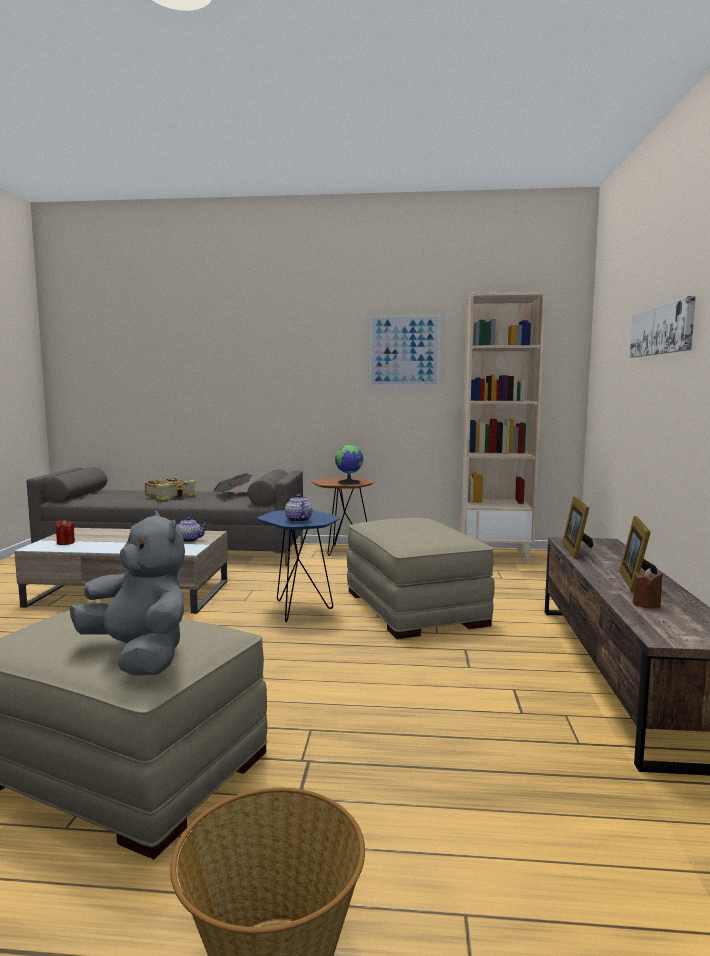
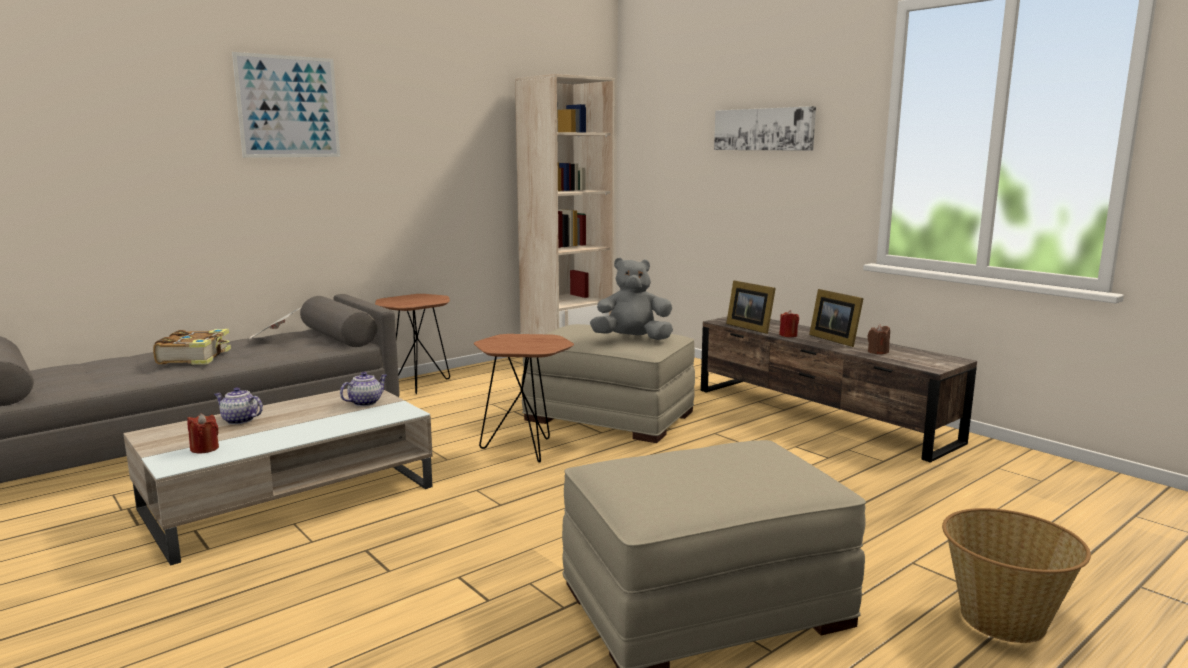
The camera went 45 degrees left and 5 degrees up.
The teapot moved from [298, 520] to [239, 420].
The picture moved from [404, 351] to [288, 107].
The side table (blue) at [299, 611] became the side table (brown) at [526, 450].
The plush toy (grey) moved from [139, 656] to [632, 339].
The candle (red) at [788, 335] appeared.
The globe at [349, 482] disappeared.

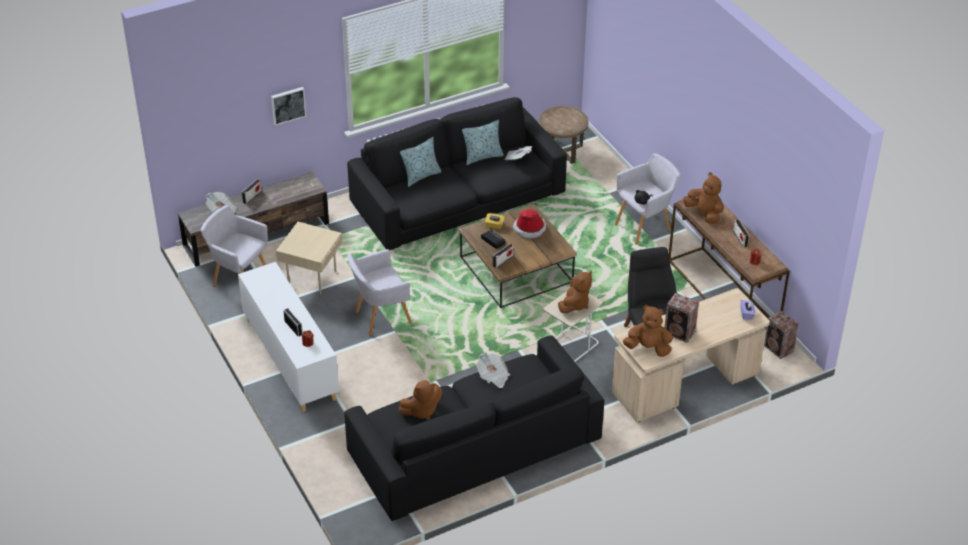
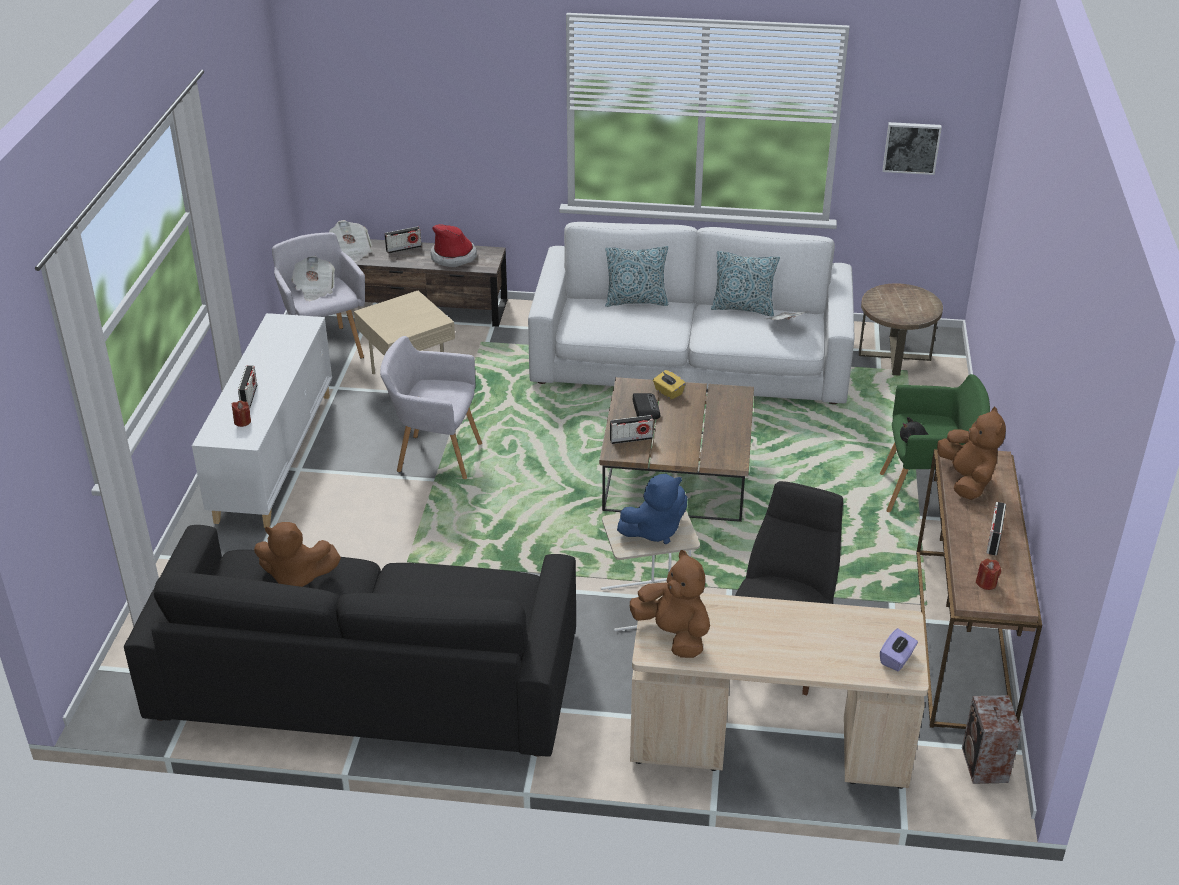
The camera went 35 degrees right and 5 degrees down.
The newspaper moved from [493, 377] to [314, 289].
The hat moved from [529, 229] to [453, 256].
The sofa (black) at [458, 199] became the sofa (white) at [690, 360].
The plush toy (brown) at [575, 304] became the plush toy (blue) at [654, 531].
The armchair (grey) at [645, 226] became the armchair (green) at [925, 494].
The picture moved from [288, 105] to [911, 147].
The speaker at [680, 333] disappeared.

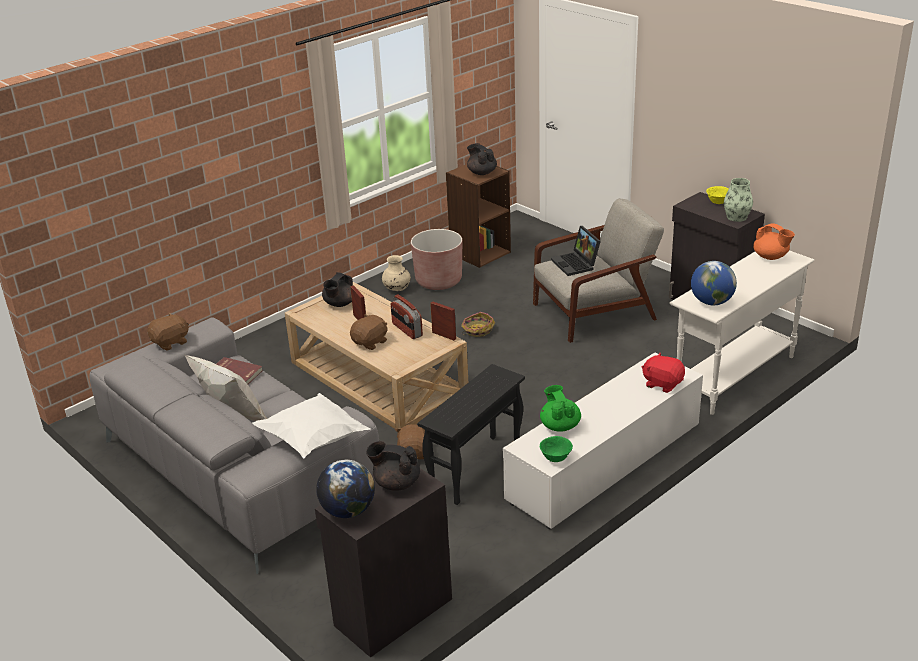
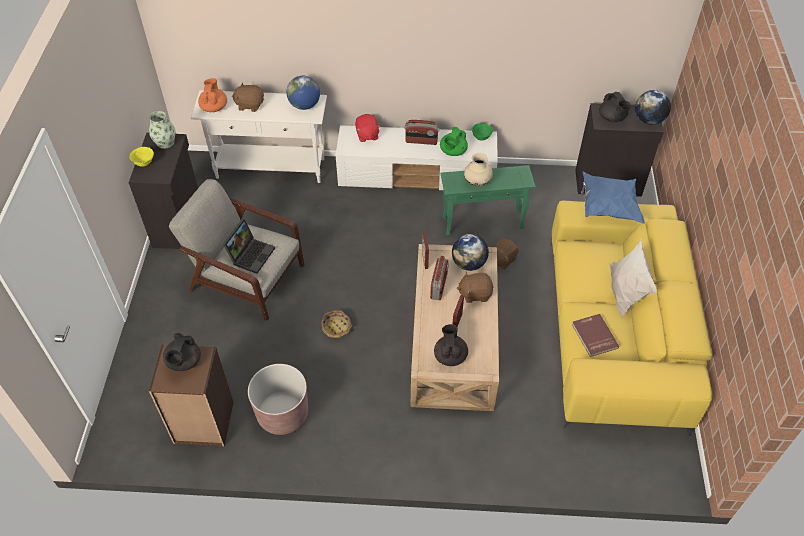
The camera went 135 degrees left and 20 degrees up.
The plush toy (brown) moved from [171, 342] to [250, 105].
The radio at [421, 141] appeared.
The teapot (black) at [339, 304] turned 75 degrees counterclockwise.
The side table (black) at [475, 469] became the side table (green) at [482, 223].
The globe at [469, 263] appeared.
The vase (beige) moved from [397, 289] to [477, 182].
The sofa (grey) at [238, 468] became the sofa (yellow) at [614, 333].
The pillow (white) at [314, 441] became the pillow (blue) at [608, 207].

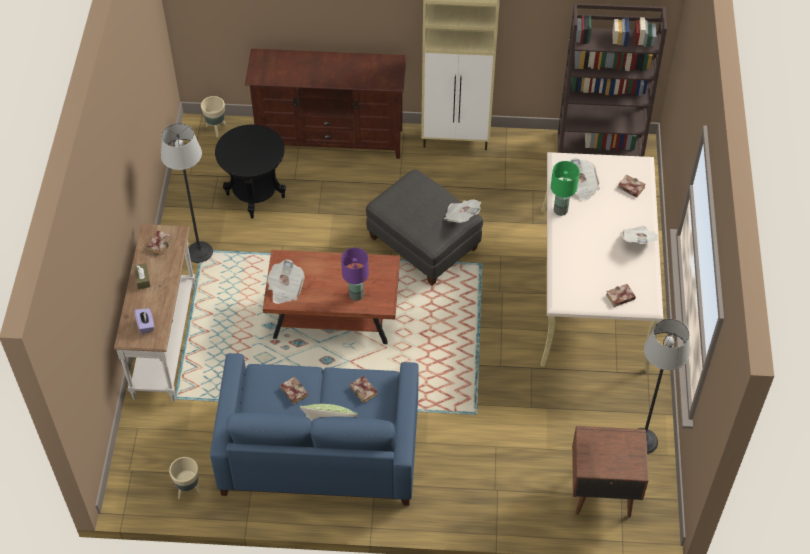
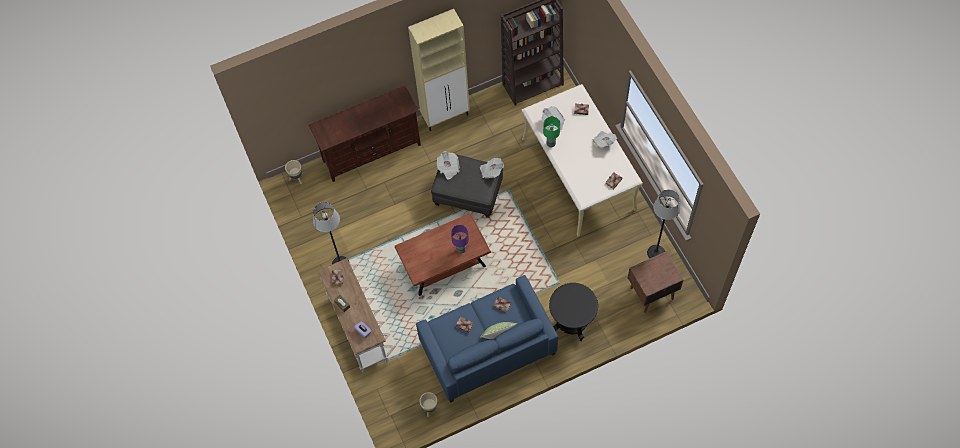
The camera went 25 degrees left and 10 degrees up.
The newspaper moved from [285, 289] to [448, 168].
The side table (black) moved from [255, 196] to [571, 323].

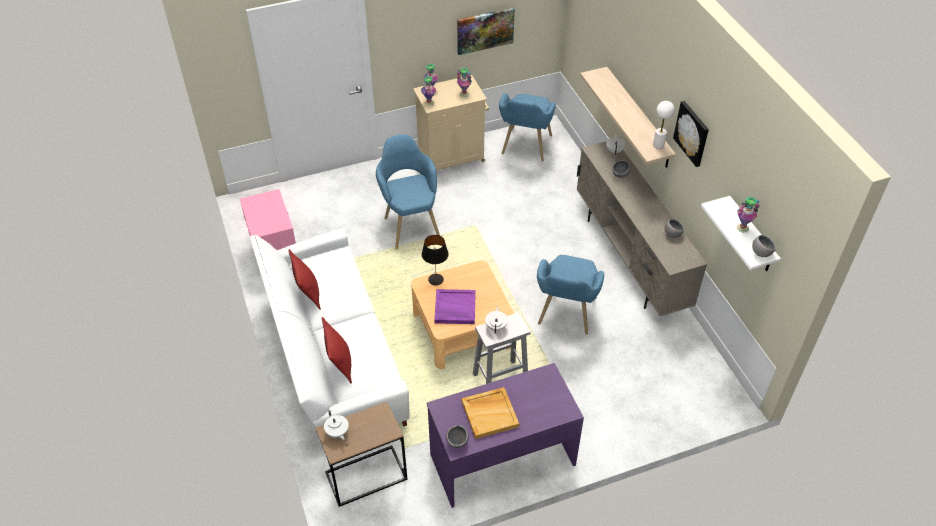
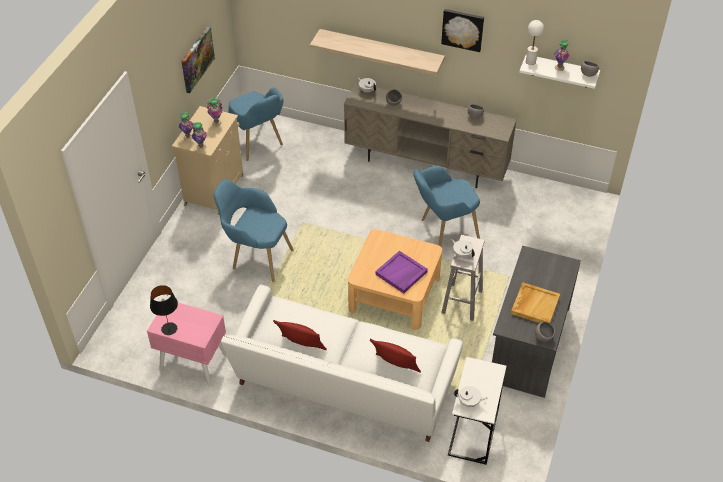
The camera went 50 degrees left and 0 degrees up.
The table lamp (black) moved from [435, 279] to [169, 329].
The armchair (blue) at [565, 318] turned 105 degrees clockwise.
The side table (brown) at [366, 476] became the side table (white) at [473, 431].
The desk (purple) at [502, 458] became the desk (grey) at [528, 344].
The table lamp (white) moved from [658, 145] to [530, 61].

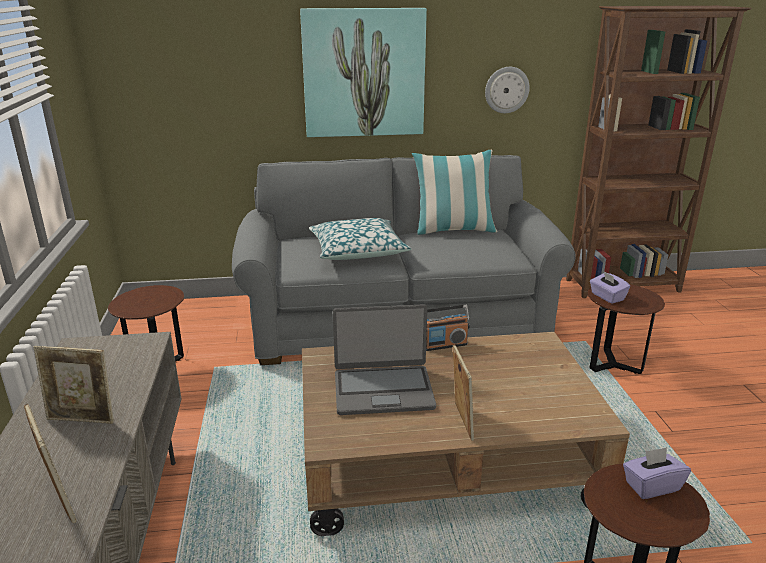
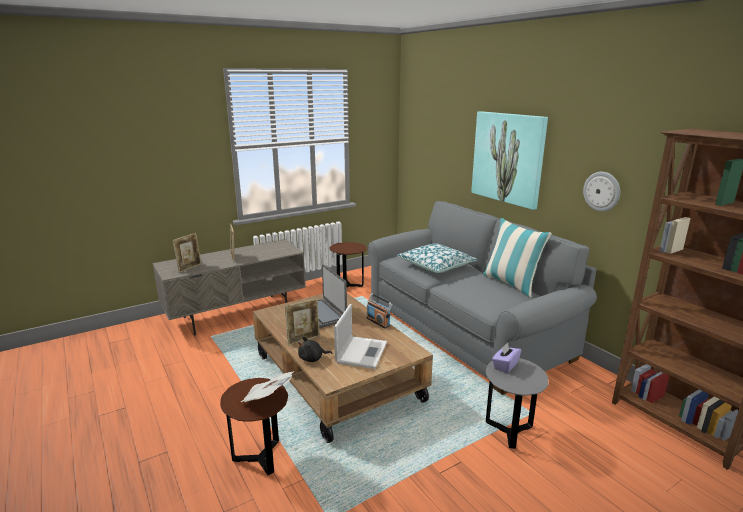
The camera went 65 degrees right and 5 degrees down.
The tissue box (purple) at [651, 486] was replaced by the newspaper at [268, 398].
The plush toy (black) at [312, 359] appeared.
The laptop at [361, 352] appeared.
The side table (brown) at [613, 365] became the side table (grey) at [509, 432].

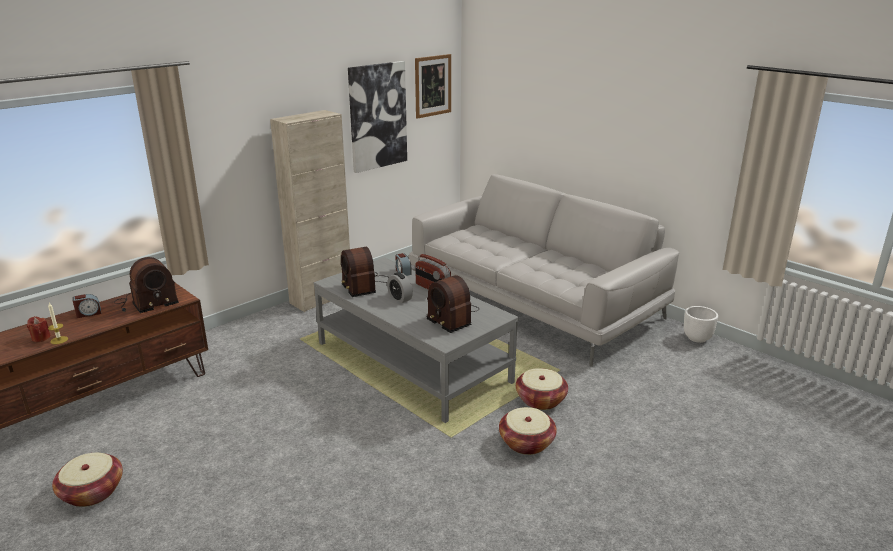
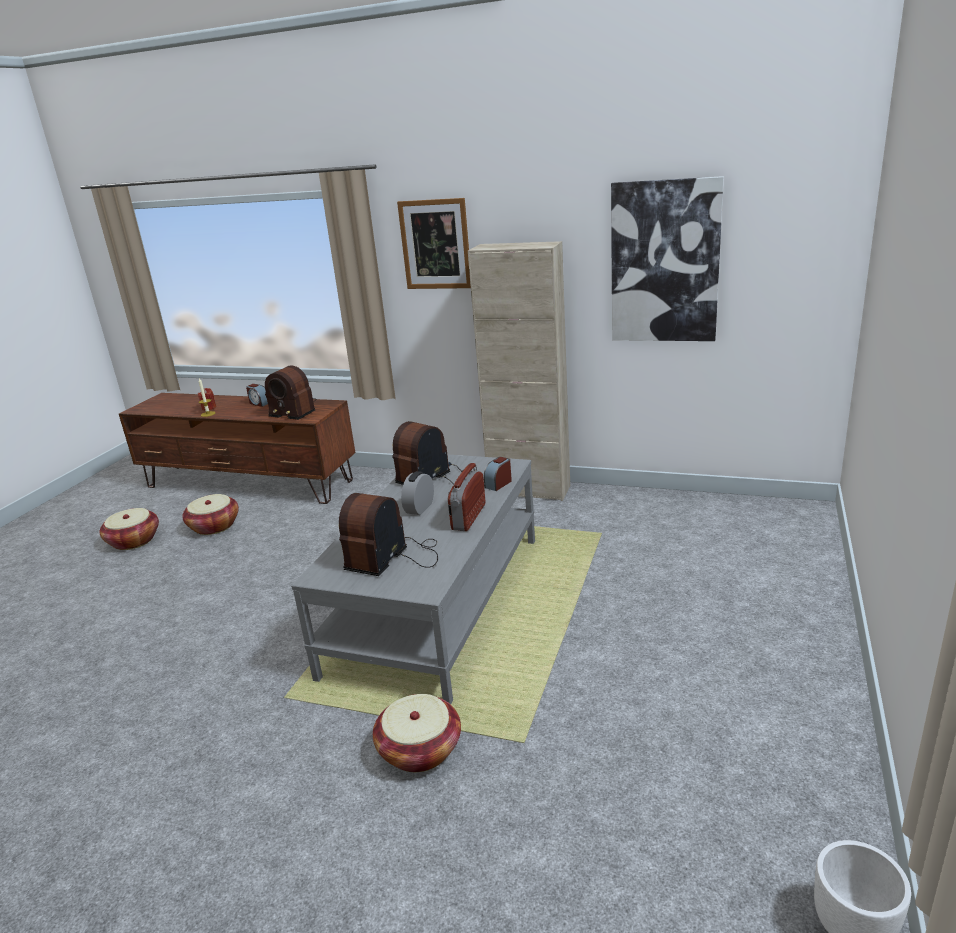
The camera went 65 degrees right and 0 degrees up.
The basket moved from [526, 442] to [214, 526].
The picture moved from [432, 86] to [435, 244].
The sofa (grey) at [533, 301] disappeared.

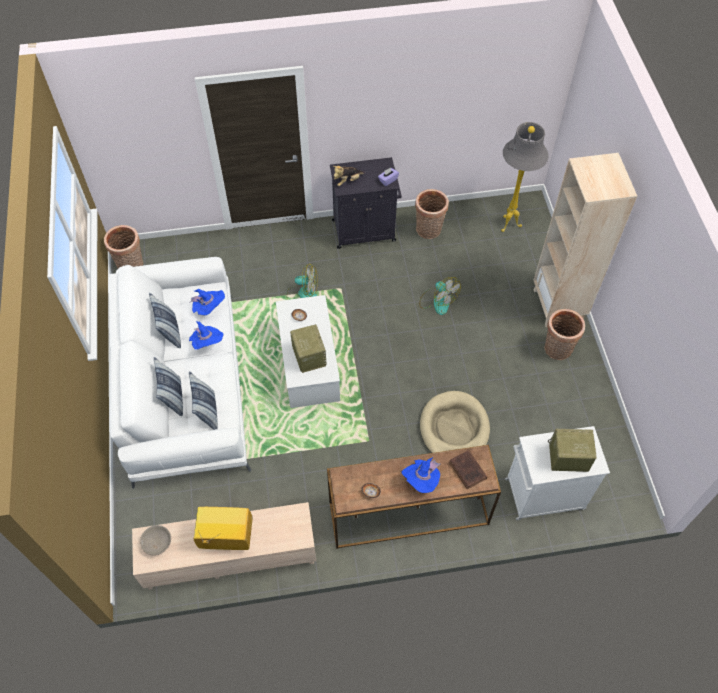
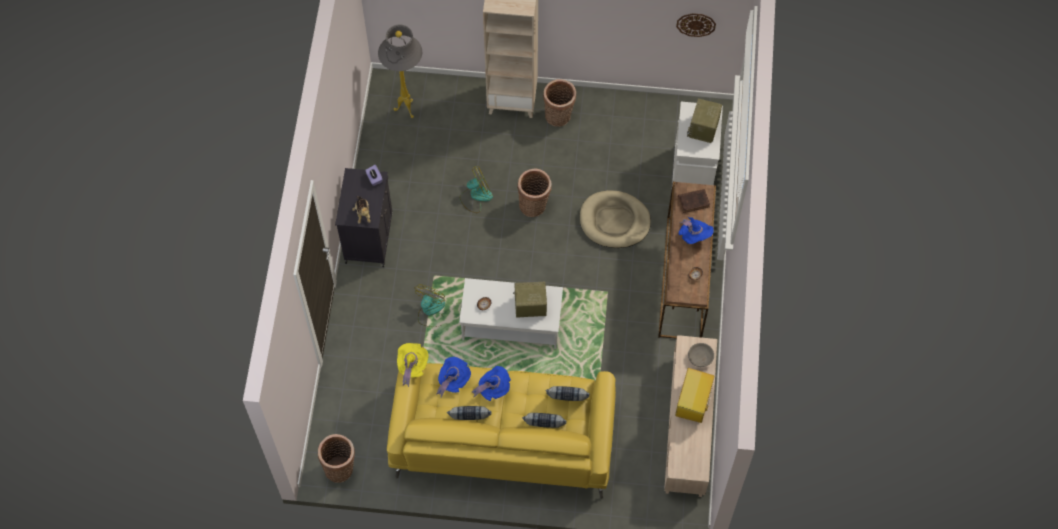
The camera went 75 degrees left and 5 degrees up.
The sofa (white) at [185, 383] became the sofa (yellow) at [502, 436].
The hat (yellow) at [412, 366] appeared.
The basket moved from [429, 231] to [534, 206].
The wall clock at [696, 24] appeared.
The bowl (grey) moved from [157, 543] to [700, 357].

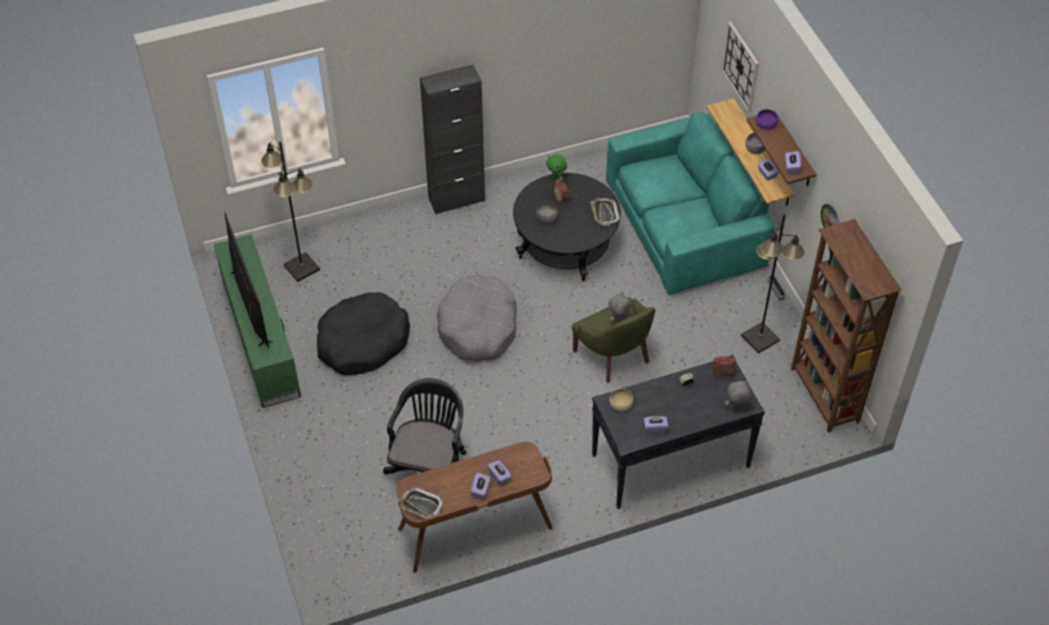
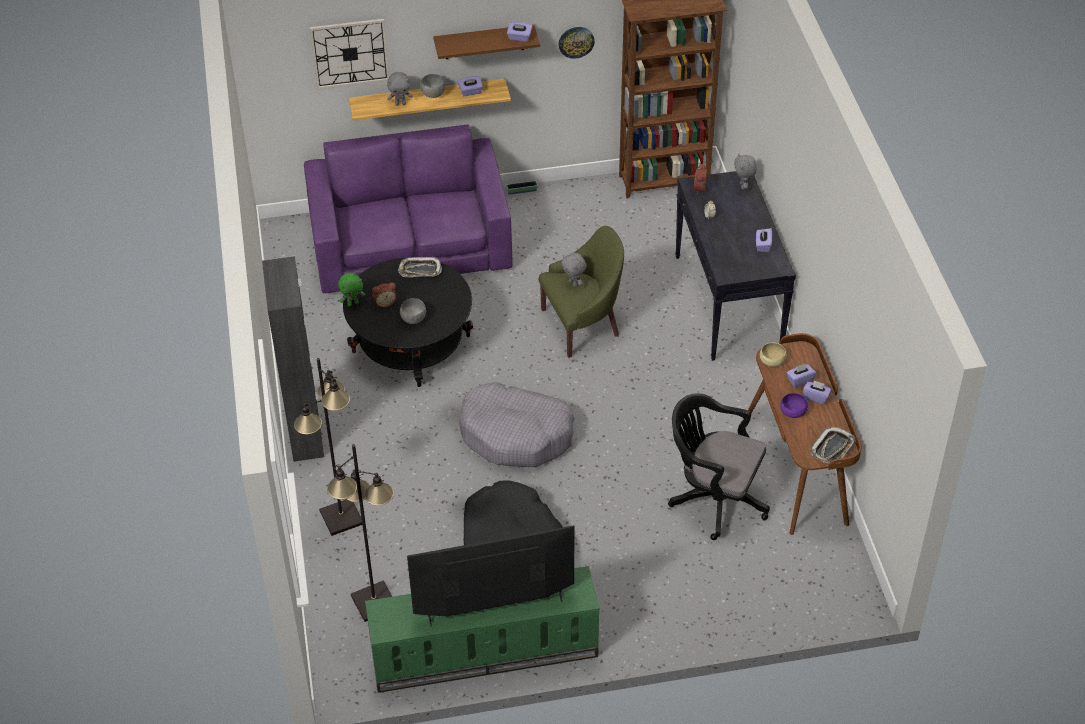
The camera went 80 degrees left and 5 degrees down.
The floor lamp (black) moved from [759, 338] to [341, 518].
The sofa (turquoise) at [685, 225] became the sofa (purple) at [410, 242].
The plush toy (grey) at [400, 103] appeared.
The bowl (beige) moved from [620, 404] to [772, 360].
The bowl (purple) moved from [766, 124] to [793, 411].

